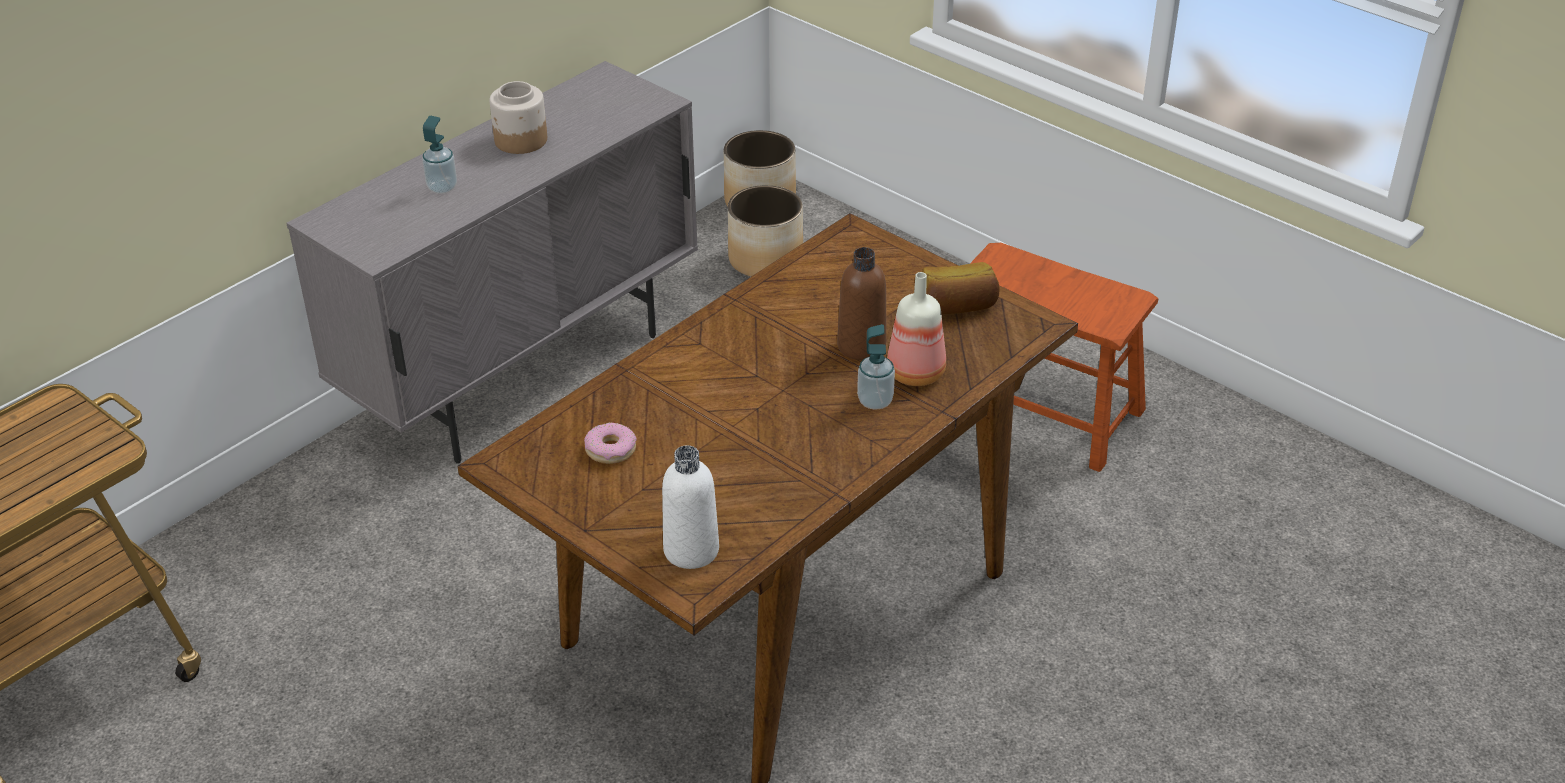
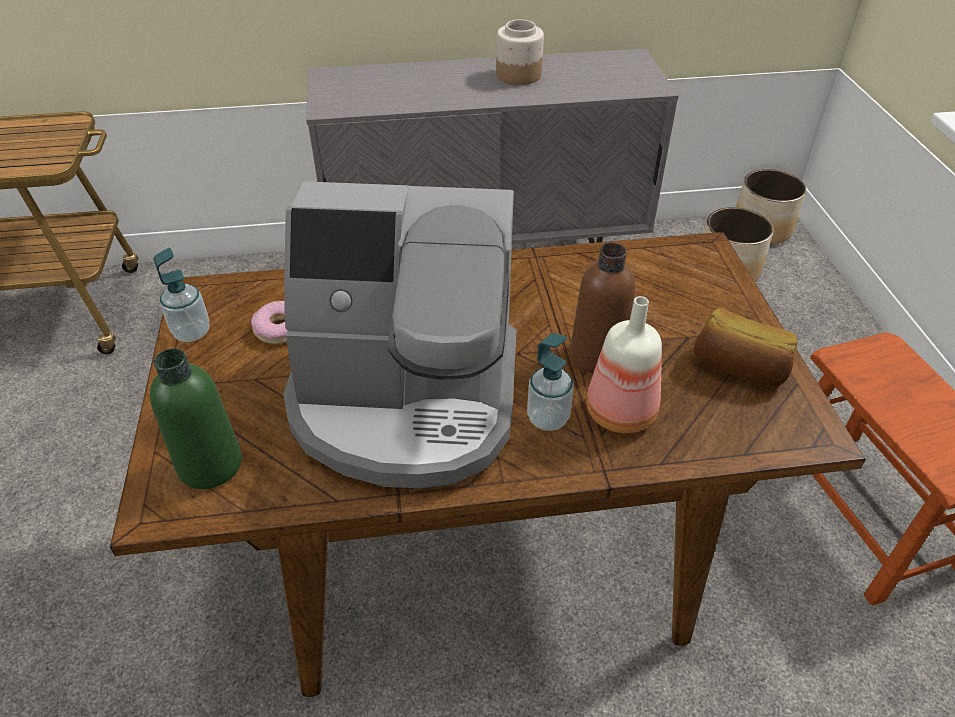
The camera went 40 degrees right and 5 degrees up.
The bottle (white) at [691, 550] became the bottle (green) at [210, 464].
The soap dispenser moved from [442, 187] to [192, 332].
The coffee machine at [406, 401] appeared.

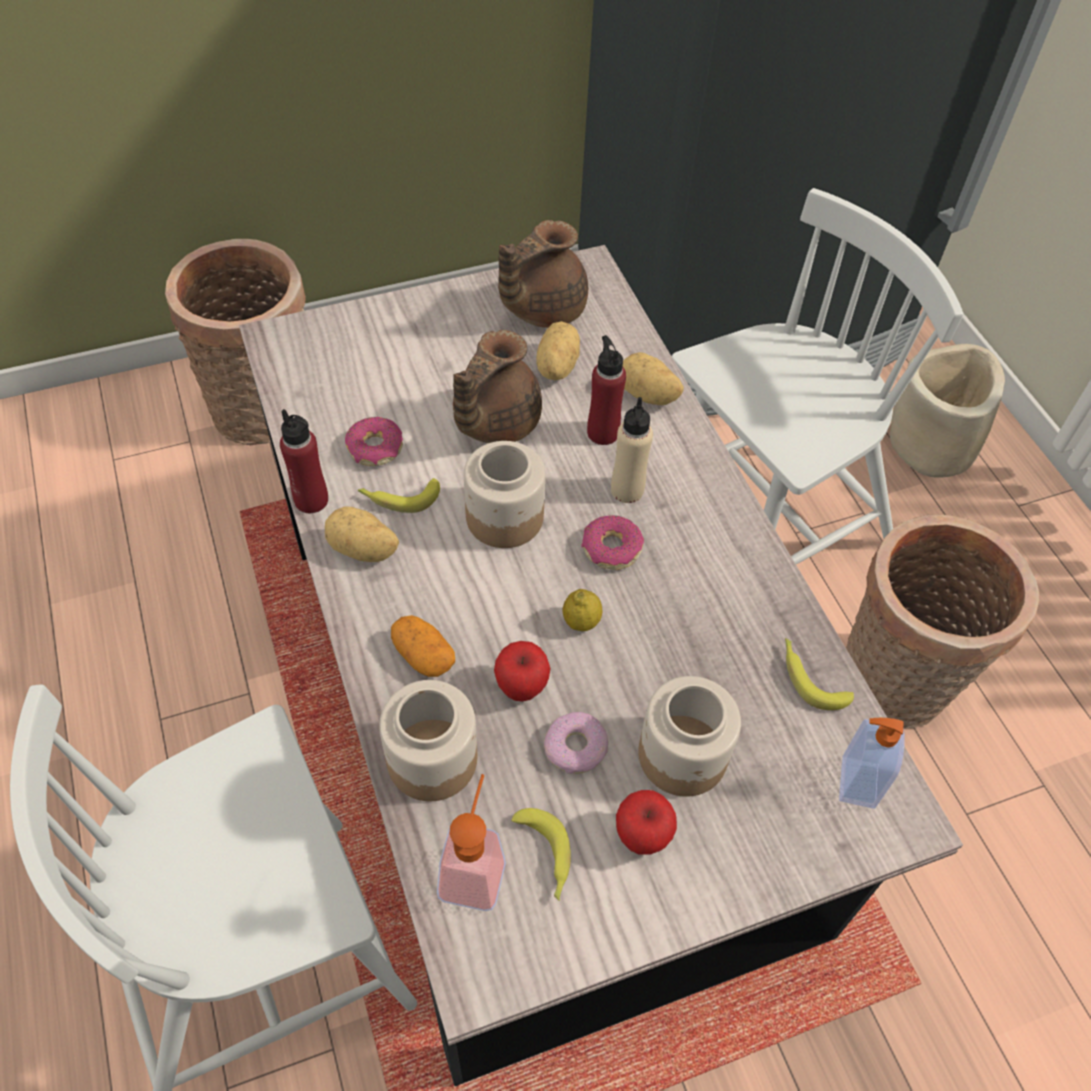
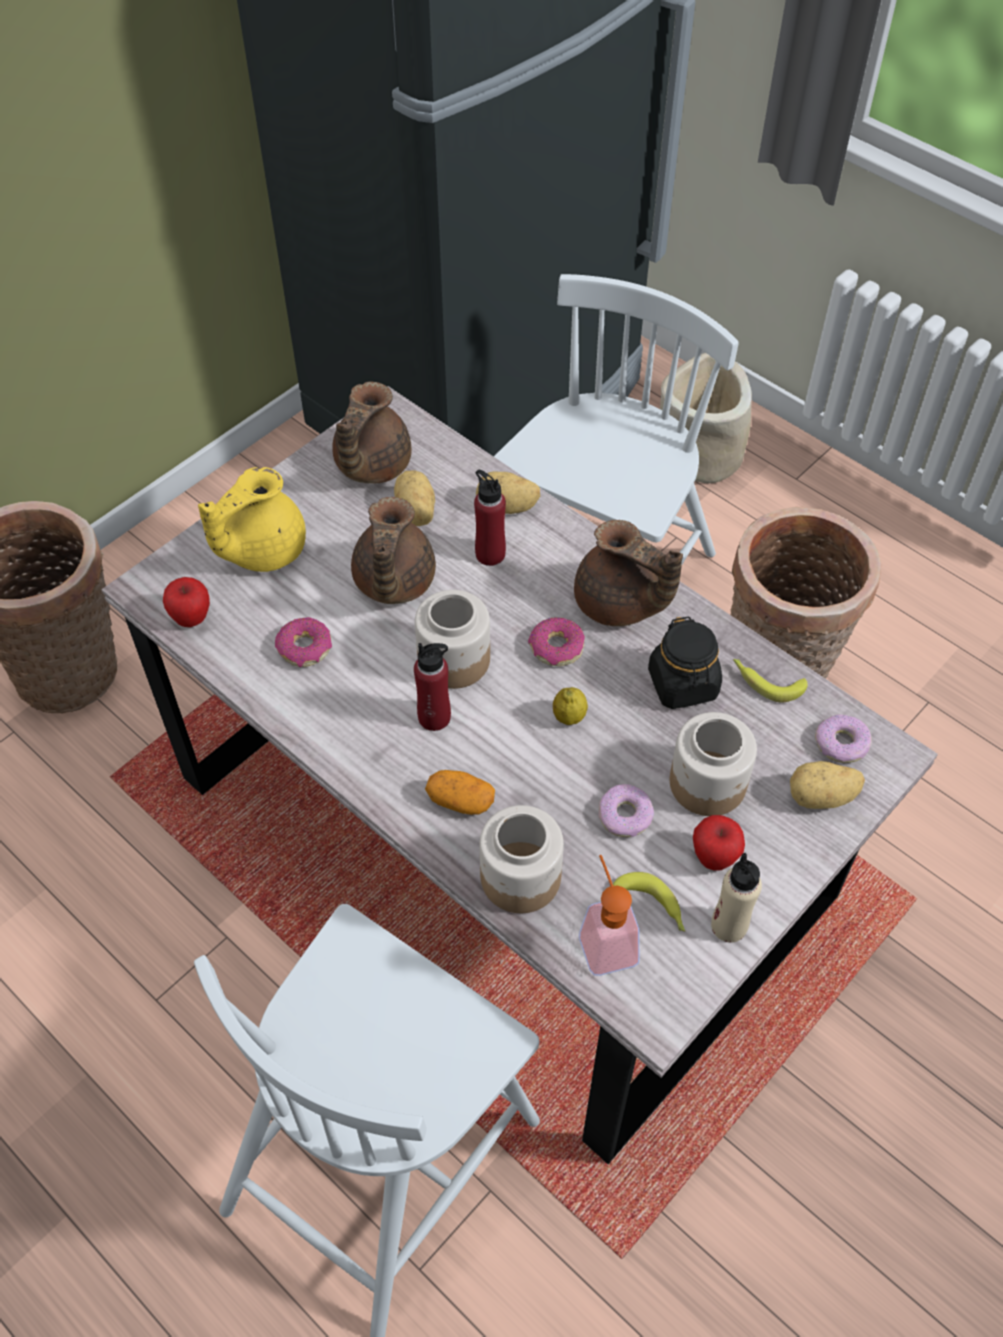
The camera went 25 degrees left and 0 degrees up.
The apple moved from [521, 687] to [191, 618].
The teapot (yellow) at [262, 550] appeared.
The bottle (red) moved from [311, 500] to [434, 717].
The teapot (brown) at [619, 604] appeared.
The jar (black) at [683, 684] appeared.
The bottle (beige) moved from [627, 490] to [729, 926].
The potato moved from [363, 550] to [821, 798].
The soap dispenser at [855, 782] was replaced by the donut at [841, 744].
The banana at [399, 497] disappeared.

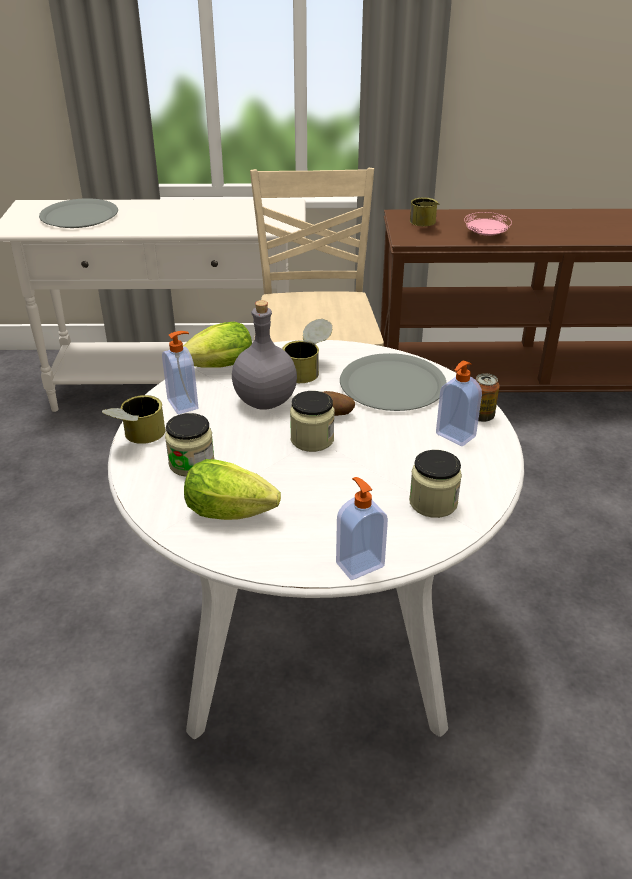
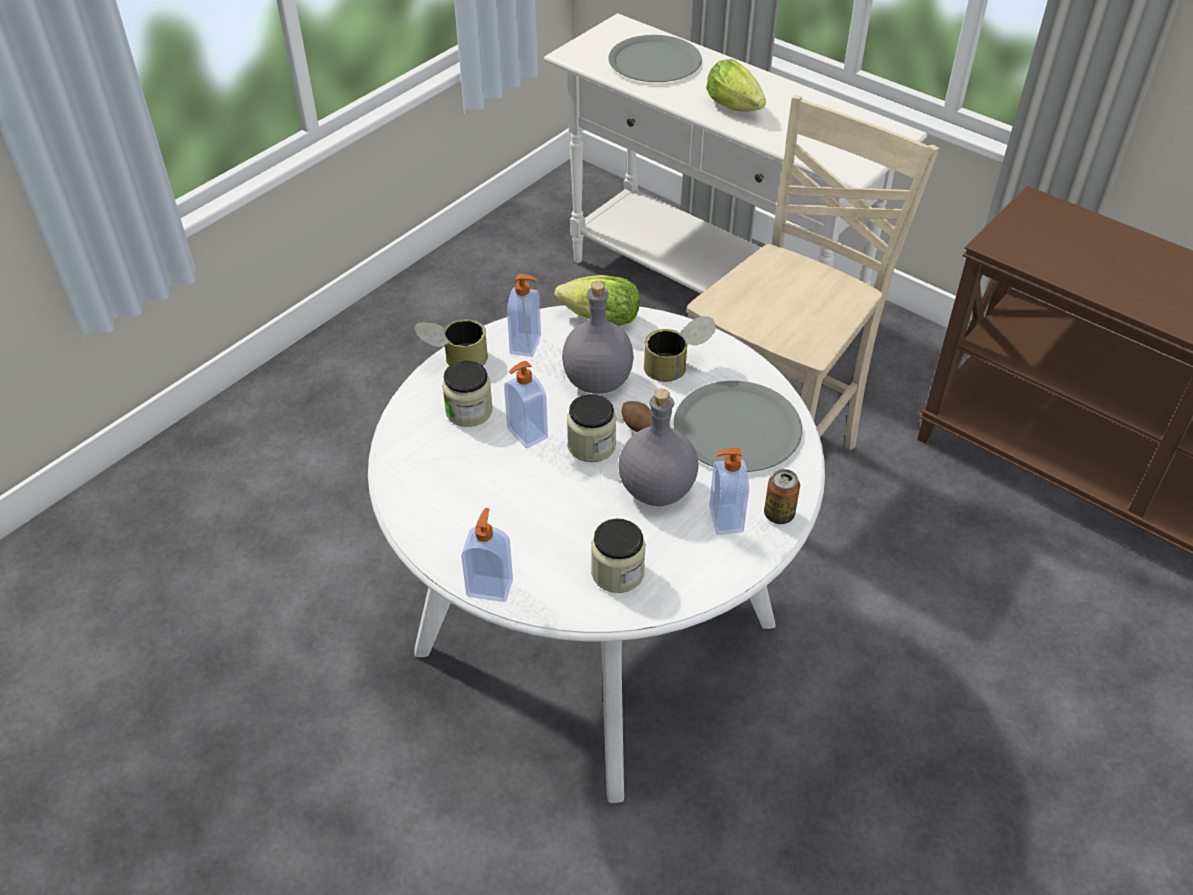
The camera went 40 degrees right and 10 degrees up.
The soap dispenser at [526, 434] appeared.
The bottle (grey) at [655, 490] appeared.
The lettuce moved from [235, 513] to [737, 108].
The can at [423, 224] disappeared.
The plate (pink) at [485, 235] disappeared.

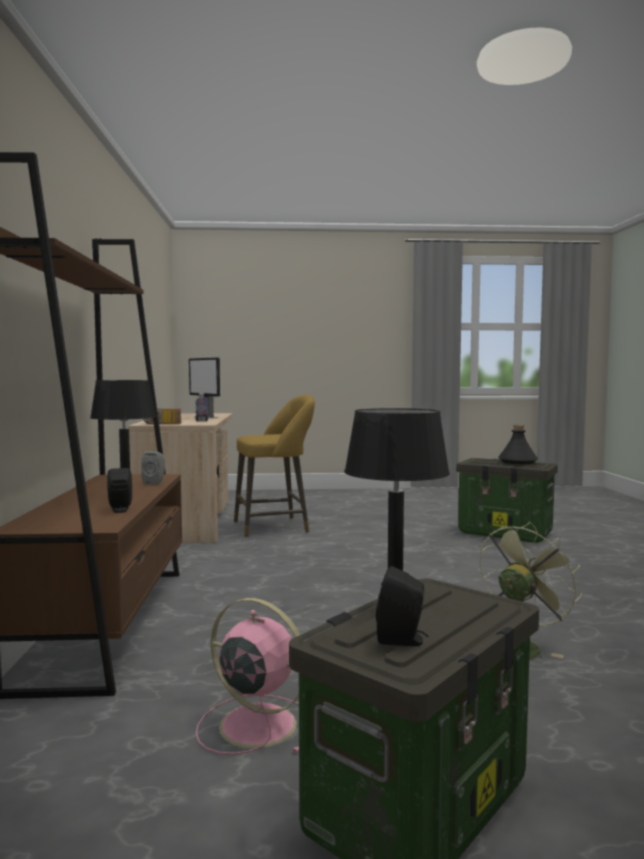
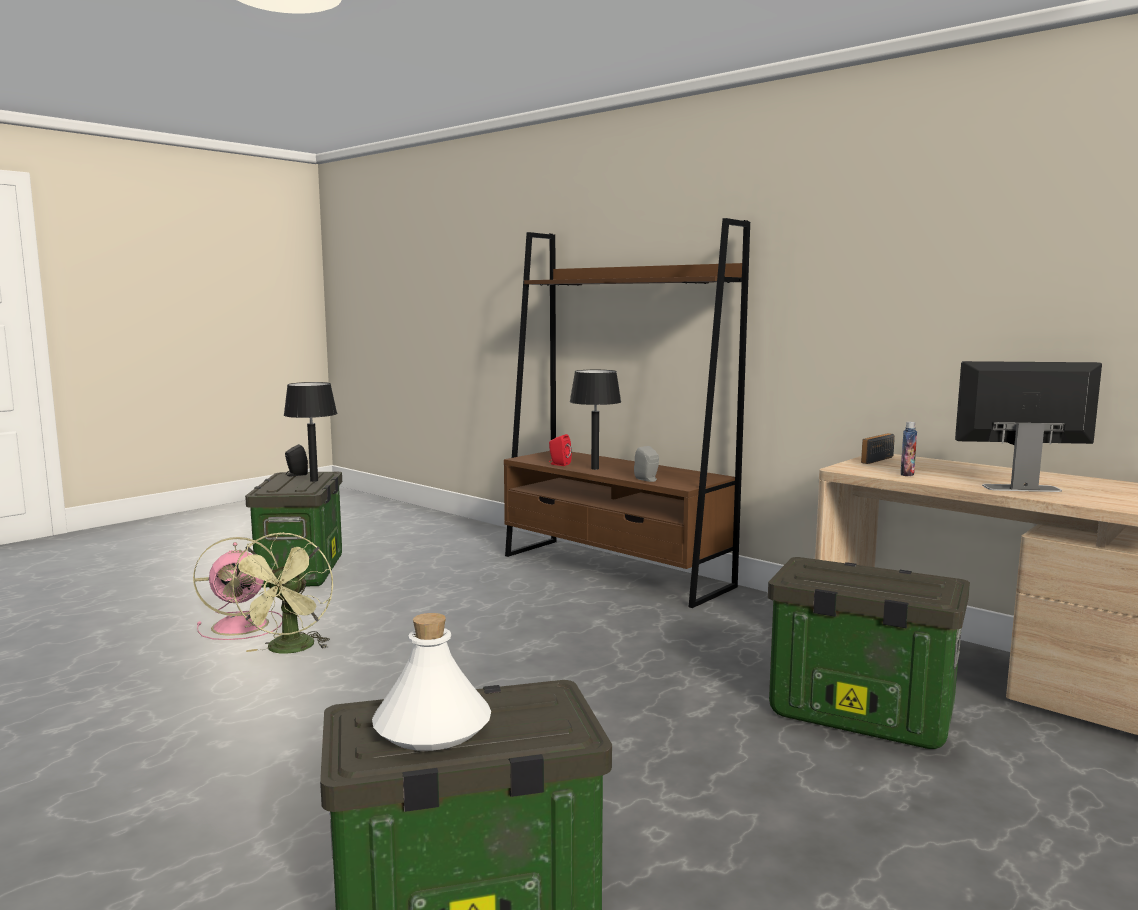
The camera went 135 degrees right and 5 degrees up.
The fan (pink) moved from [254, 724] to [243, 625].
The bottle (black) at [518, 462] became the bottle (white) at [431, 727].
The speaker (black) at [120, 510] became the speaker (red) at [558, 464].
The stool (yellow) at [275, 527] was replaced by the storage box at [857, 714].

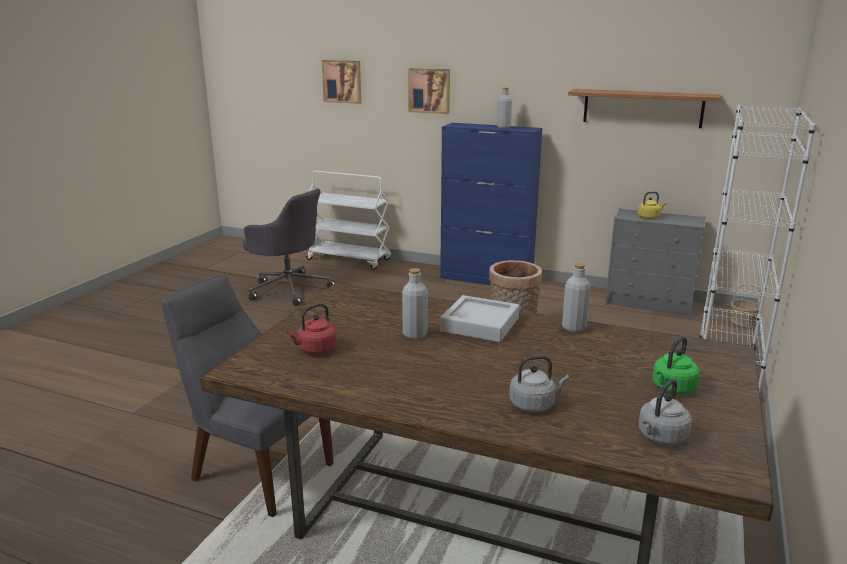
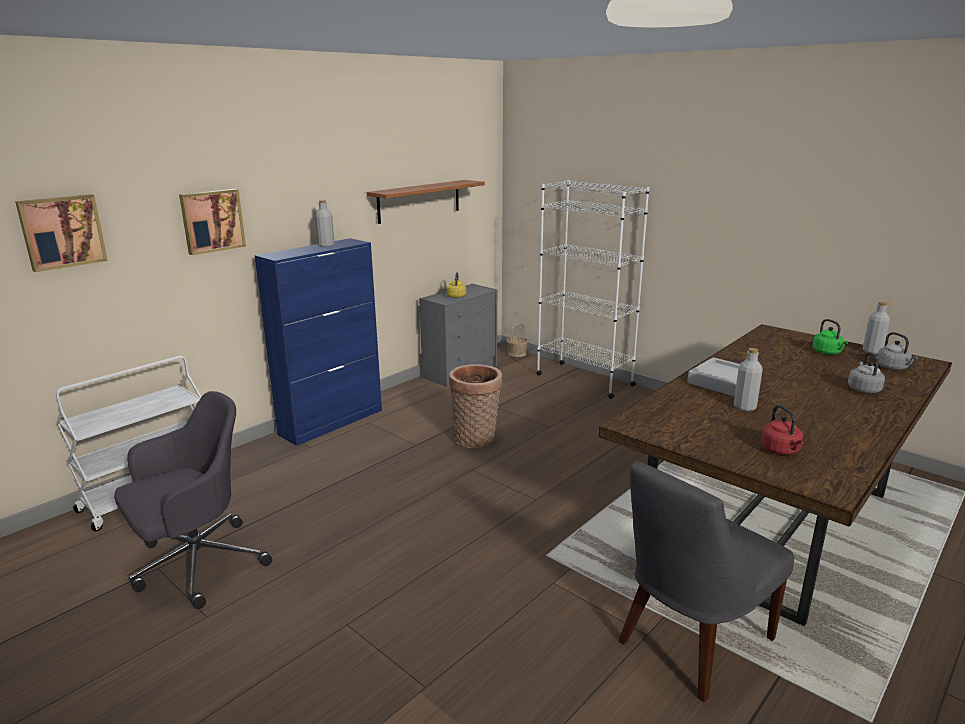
The camera went 70 degrees left and 0 degrees up.
The bottle (grey) moved from [574, 328] to [872, 351].

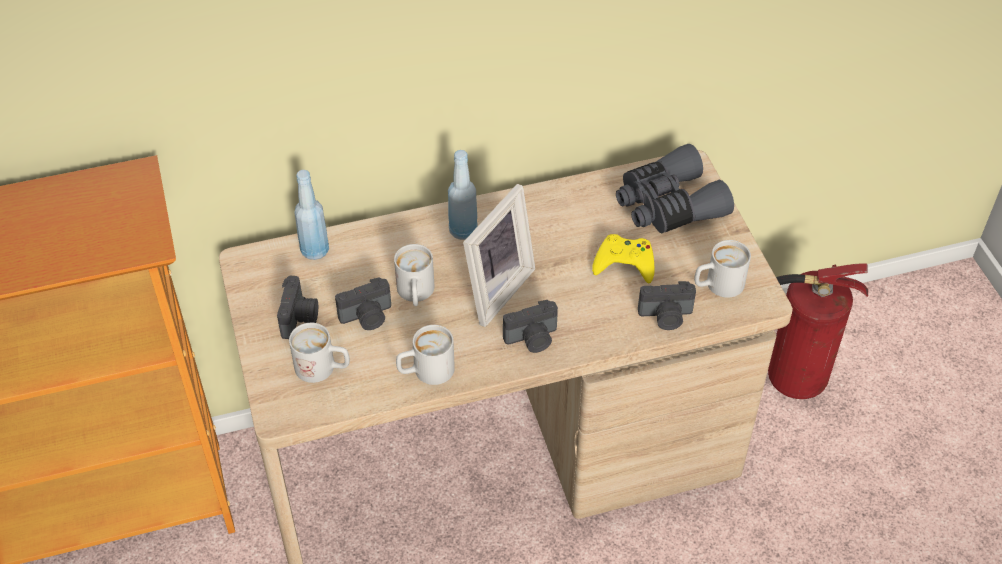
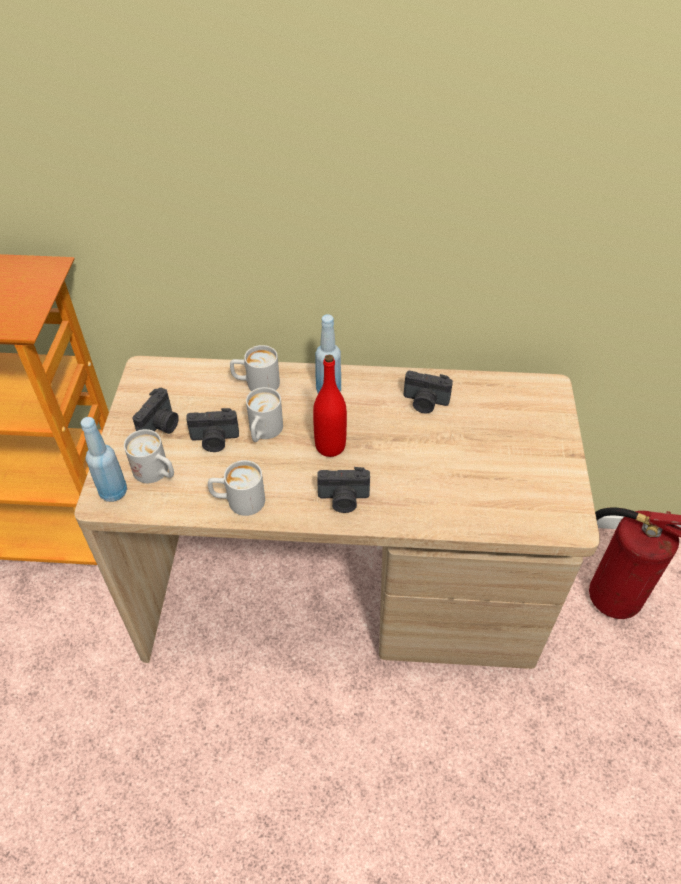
The camera went 20 degrees right and 0 degrees up.
The bottle (blue) moved from [314, 251] to [113, 492].
The mug (white) moved from [717, 285] to [256, 383].
The picture frame at [493, 289] was replaced by the bottle (red) at [330, 446].
The photo camera moved from [666, 317] to [425, 403].
The game controller (yellow) at [624, 263] disappeared.
The binoculars (grey) at [668, 205] disappeared.

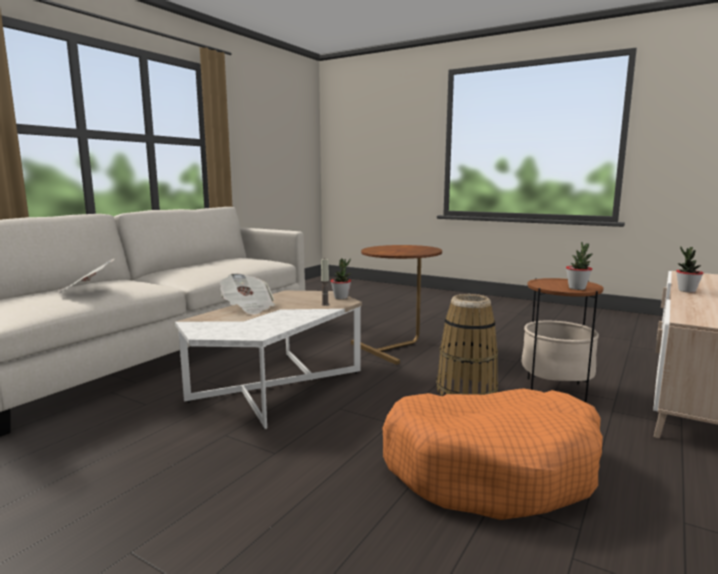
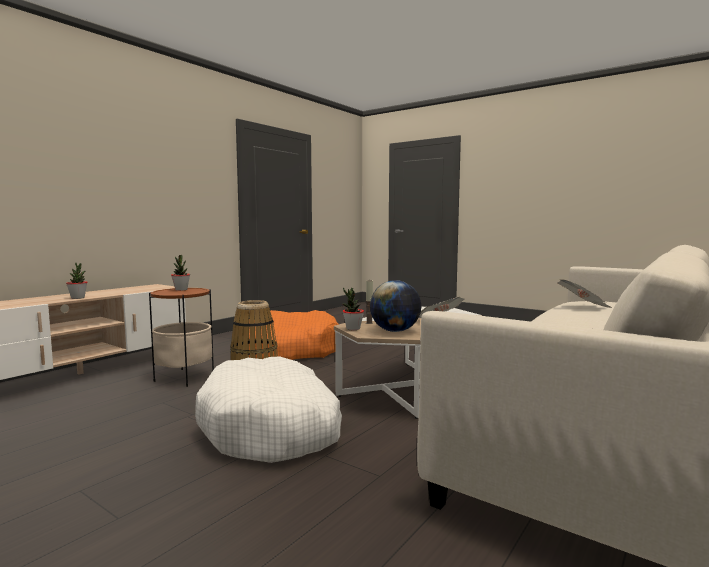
The camera went 175 degrees left and 5 degrees down.
The side table (brown) at [399, 347] was replaced by the dog bed (white) at [272, 427].
The globe at [395, 331] appeared.

